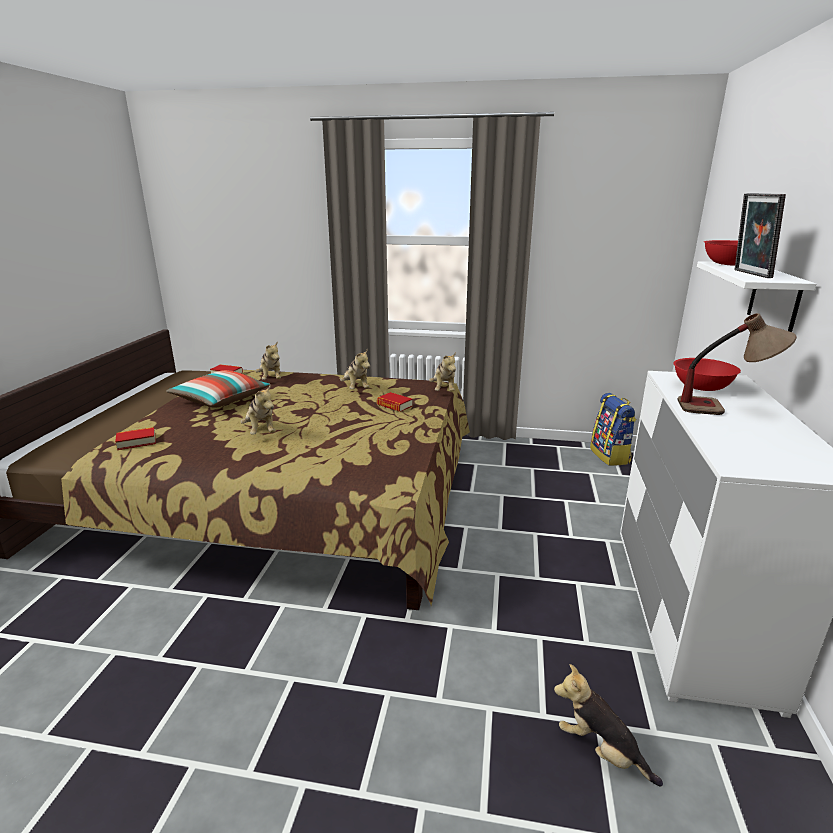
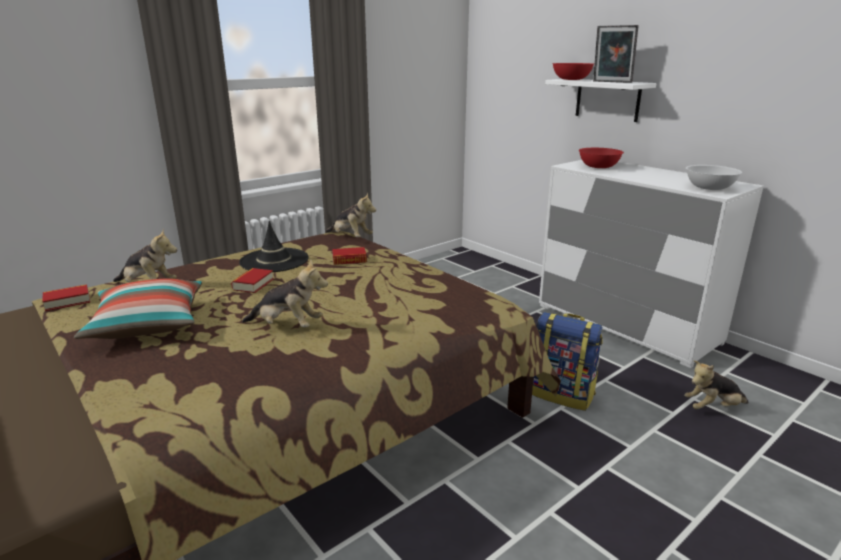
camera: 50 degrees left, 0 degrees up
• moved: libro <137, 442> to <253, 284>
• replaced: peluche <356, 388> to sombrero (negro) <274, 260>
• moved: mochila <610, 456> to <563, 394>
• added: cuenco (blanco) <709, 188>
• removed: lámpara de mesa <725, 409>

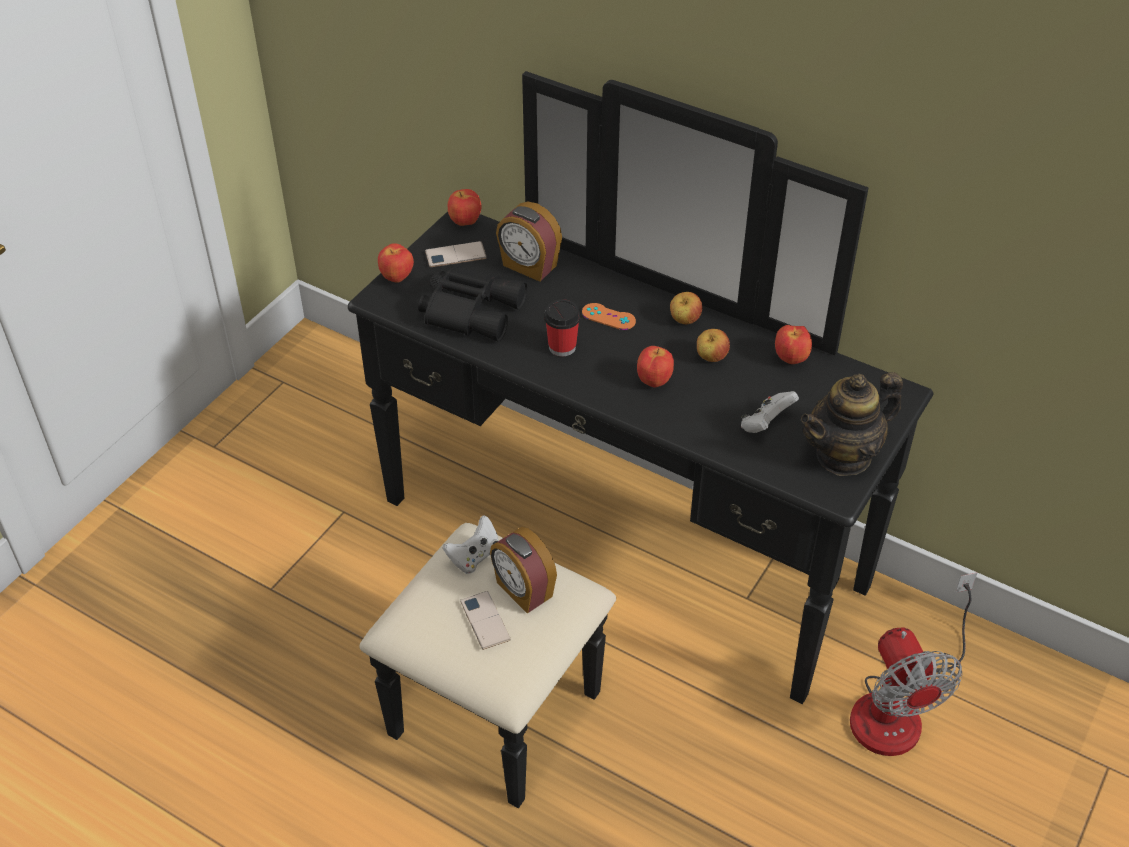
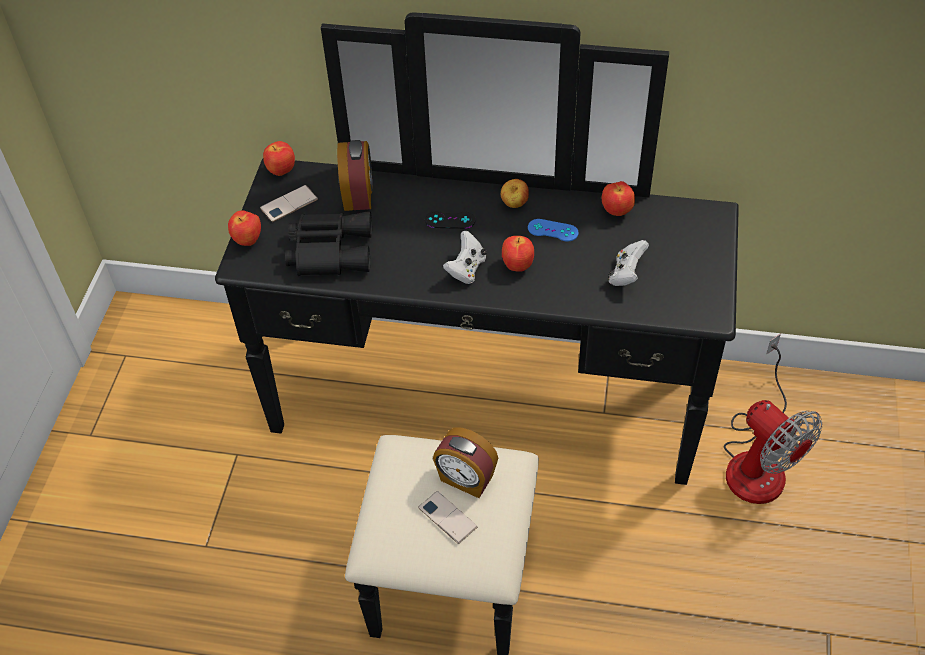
camera: 20 degrees left, 5 degrees up
• turned: despertador <529, 266> = <358, 195> 105 degrees counterclockwise
• recoloured: mando de consola (naranja) <608, 317> to mando de consola (negro) <450, 220>
• moved: mando de consola (blanco) <474, 557> to <466, 269>
• replaced: manzana <711, 358> to mando de consola (azul) <553, 230>
• removed: taza <562, 347>
• removed: tetera <843, 455>

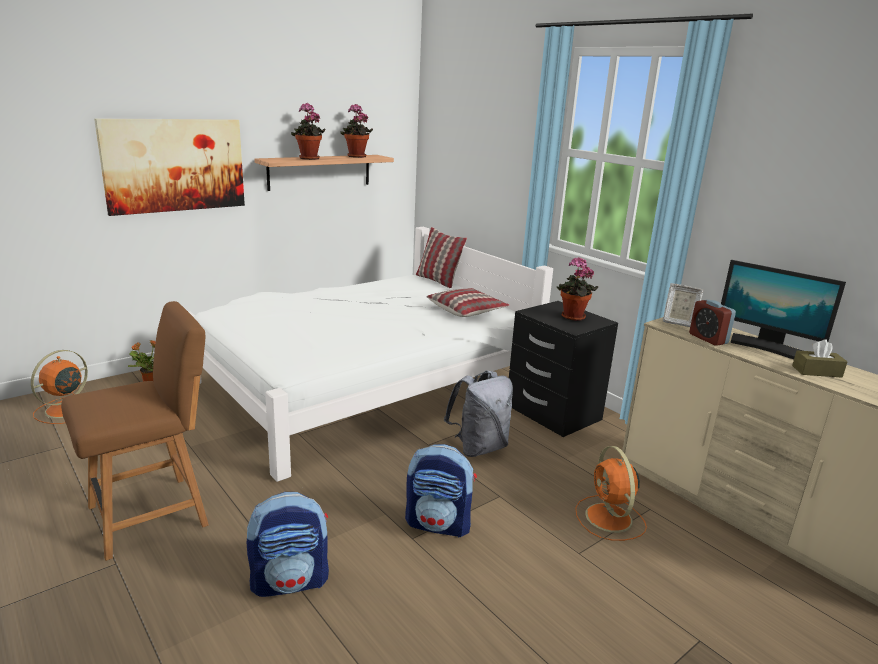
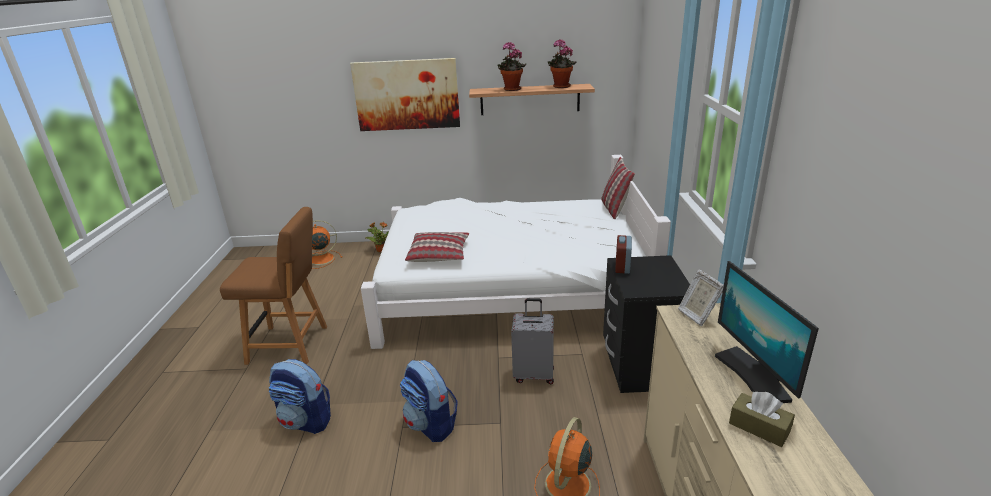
camera: 40 degrees right, 5 degrees up
• moved: cojín <467, 310> to <439, 254>
• replaced: mochila (gris) <479, 447> to maleta (gris) <534, 374>
• moved: despertador <708, 339> to <622, 267>
• removed: planta en maceta <572, 317>

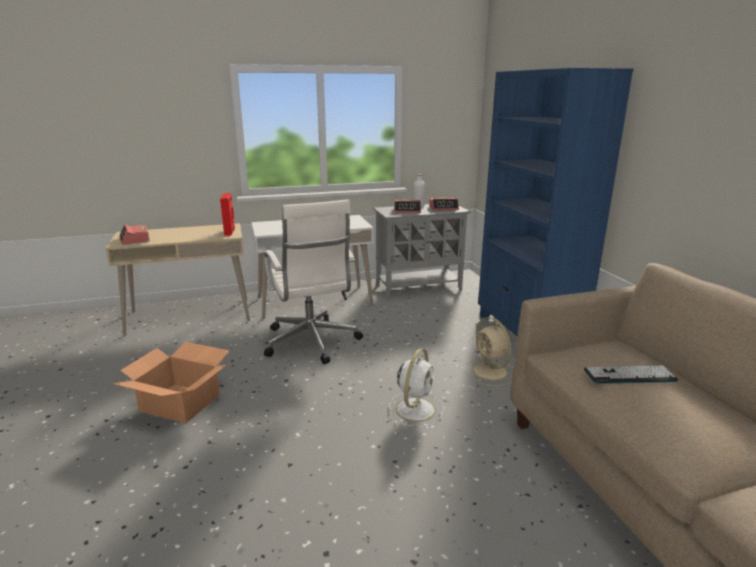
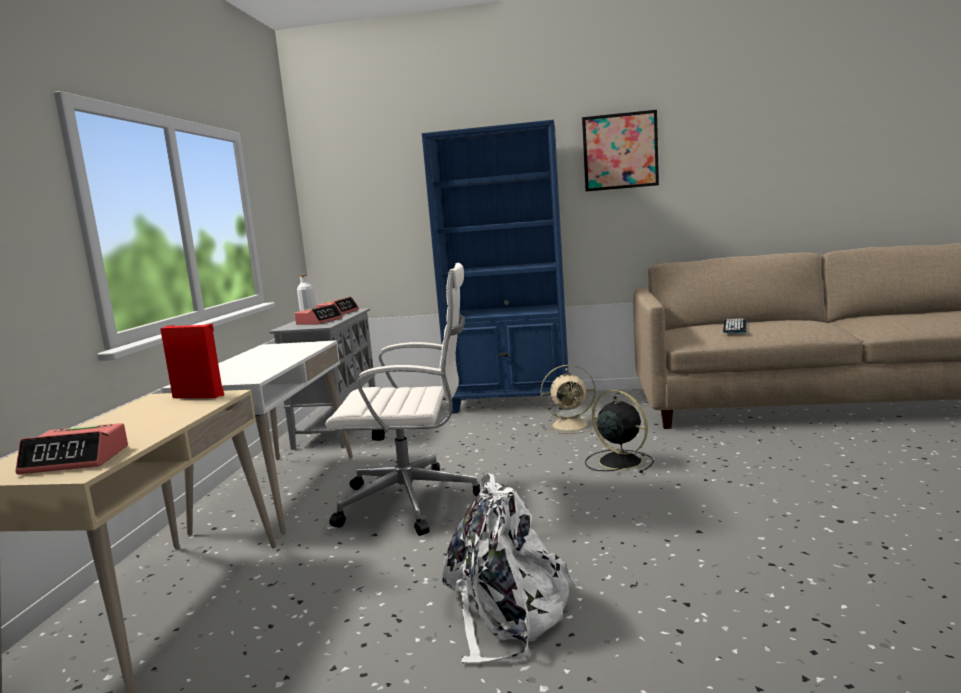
camera: 65 degrees left, 10 degrees down
• replaced: caja de cartón <180, 402> to mochila (blanco) <507, 613>
• added: cuadro <620, 151>
• recoloured: ventilador (blanco) <416, 409> to ventilador (negro) <618, 461>

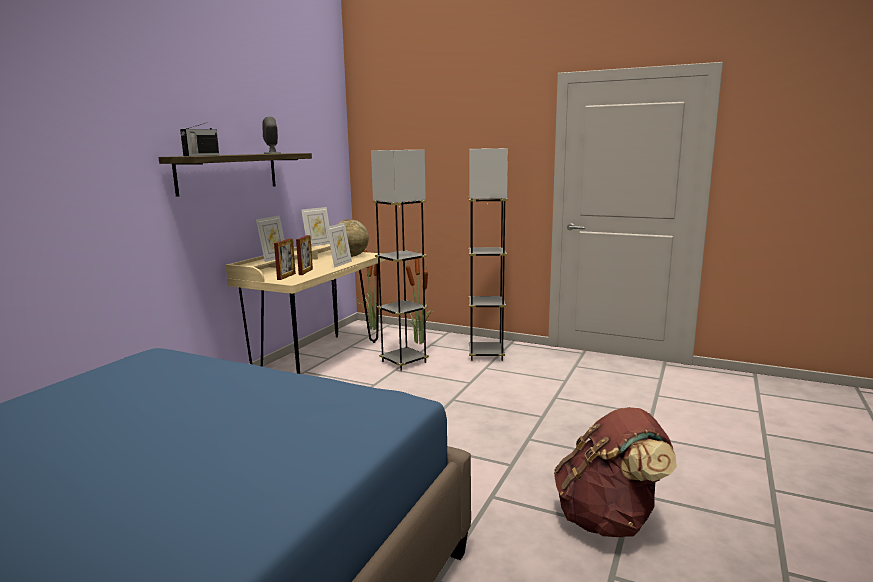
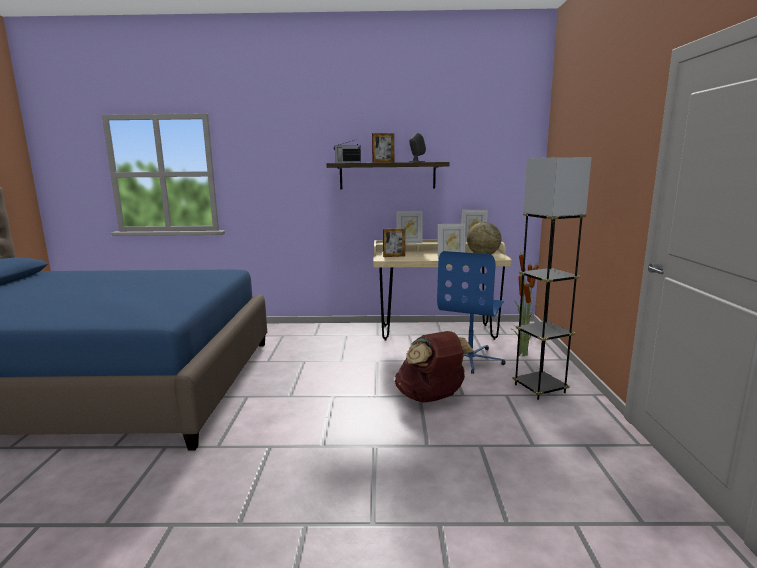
camera: 65 degrees right, 0 degrees up
• moved: portarretratos <305, 272> to <383, 162>
• moved: mochila (marrón) <609, 519> to <431, 398>
• replaced: lámpara de pie (gris) <404, 362> to silla de oficina (azul) <470, 359>

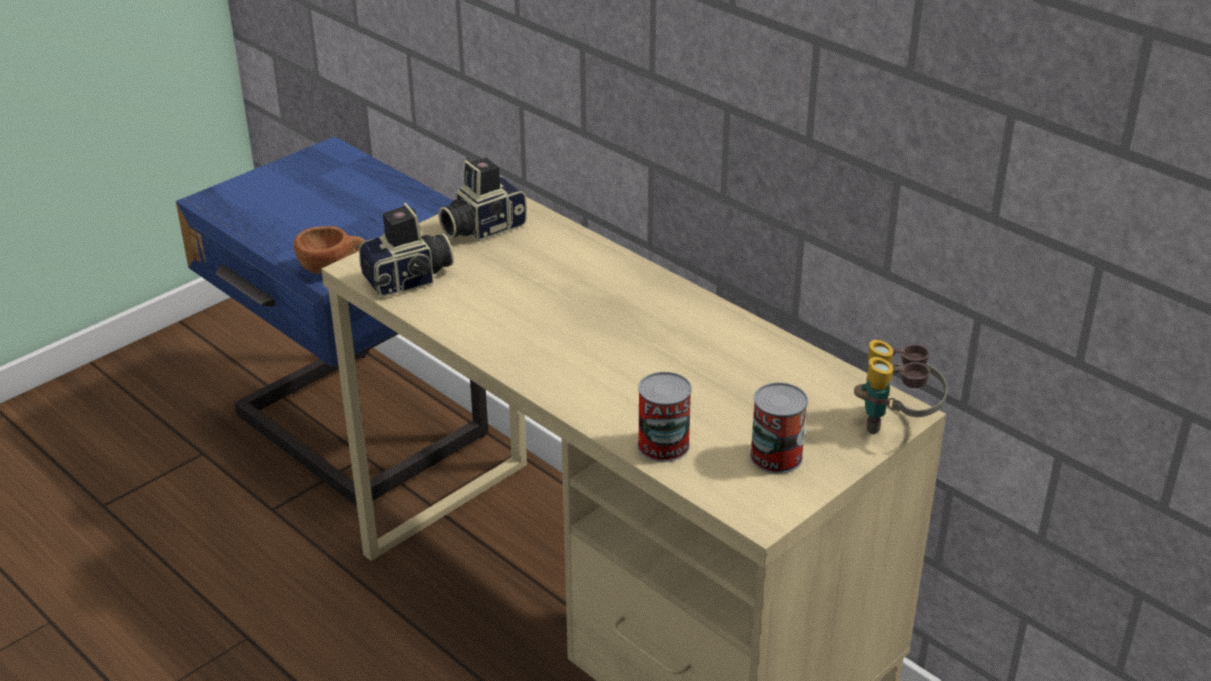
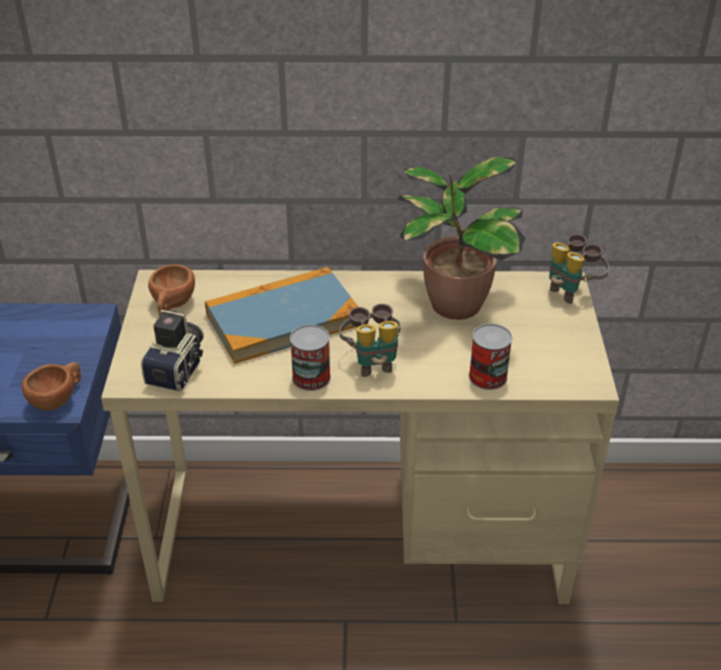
camera: 45 degrees left, 5 degrees up
• replaced: cámara <481, 227> to taza (marrón) <172, 306>
• added: libro <283, 319>
• moved: lata <776, 456> to <311, 377>
• added: prismáticos <372, 362>
• added: planta en maceta <452, 304>

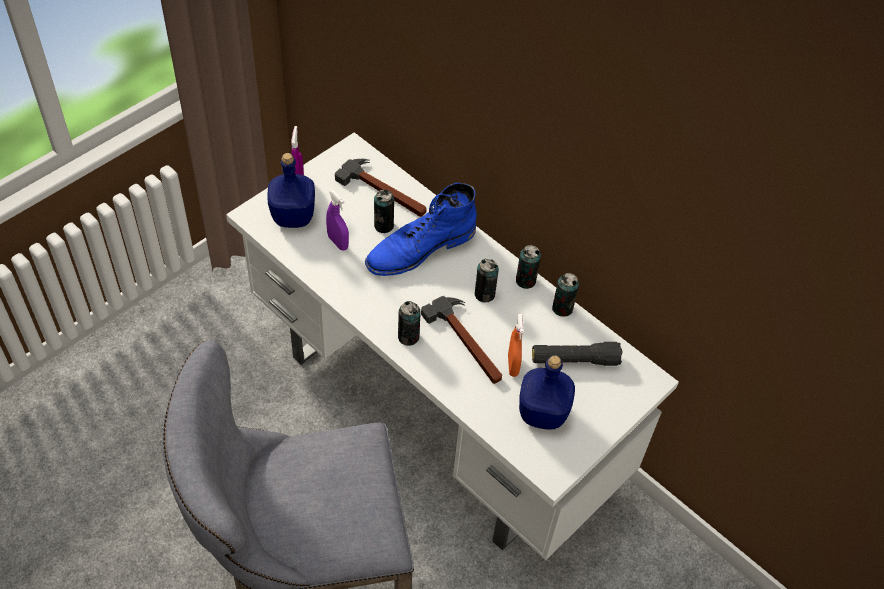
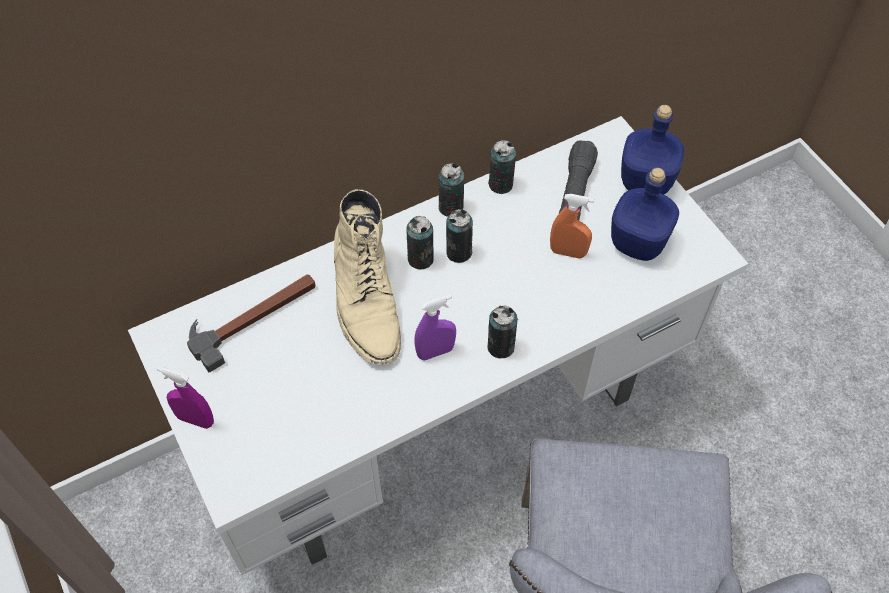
camera: 70 degrees left, 5 degrees up
• recoloured: bota (azul) <420, 249> to bota (beis) <366, 301>
• moved: lata <384, 225> to <420, 259>
• moved: pulverizador (morado) <338, 242> to <435, 352>
• moved: botella (azul) <293, 216> to <644, 182>
• removed: martillo <467, 342>

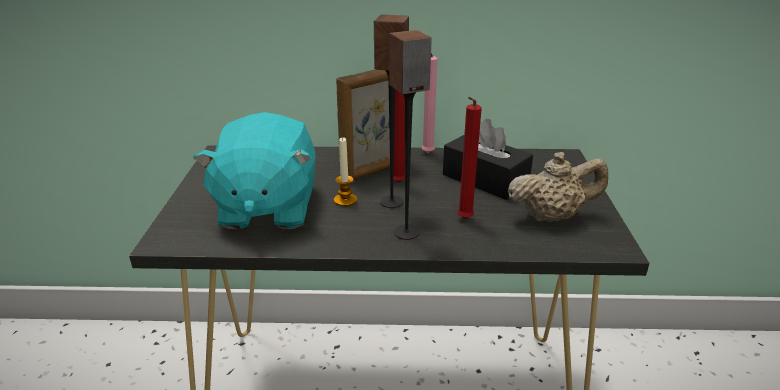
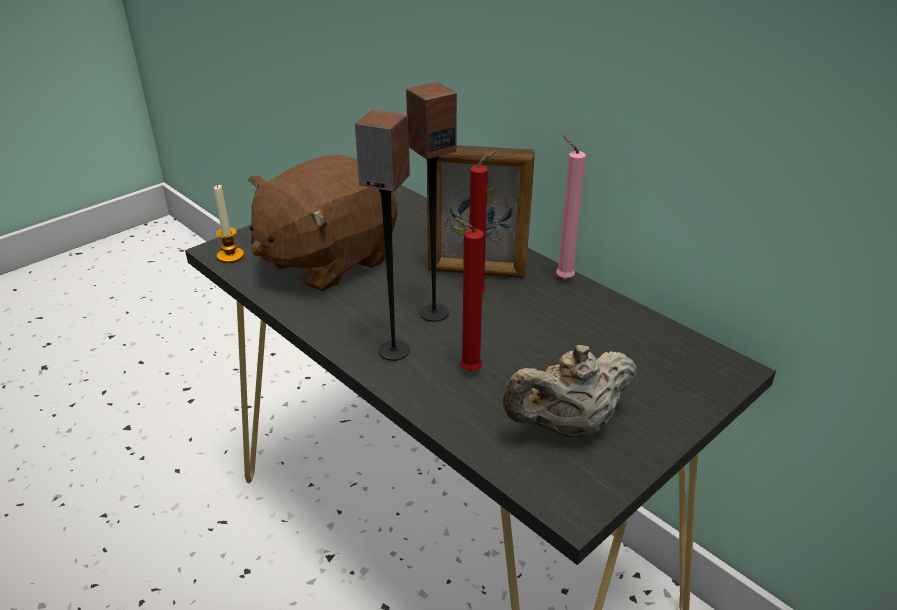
camera: 45 degrees right, 5 degrees up
• moved: vela <345, 200> to <230, 256>
• recoloured: peluche (turquesa) <267, 208> to peluche (marrón) <326, 261>
• turned: tetera (beis) <552, 216> = <568, 426> 120 degrees clockwise
• removed: caja de pañuelos (negro) <485, 179>

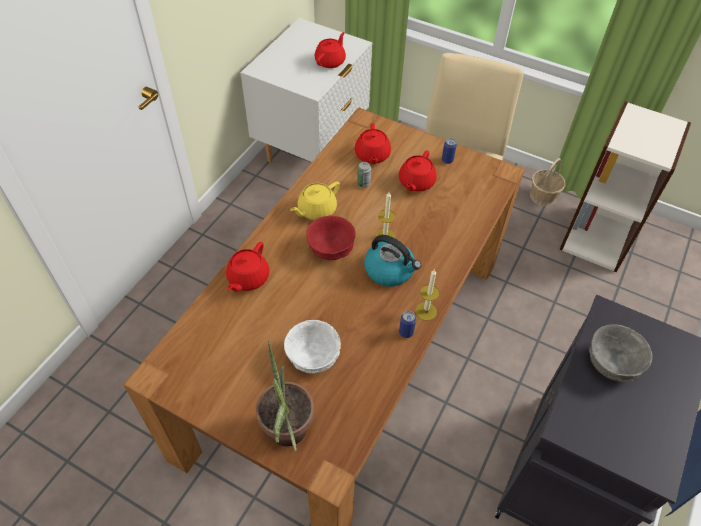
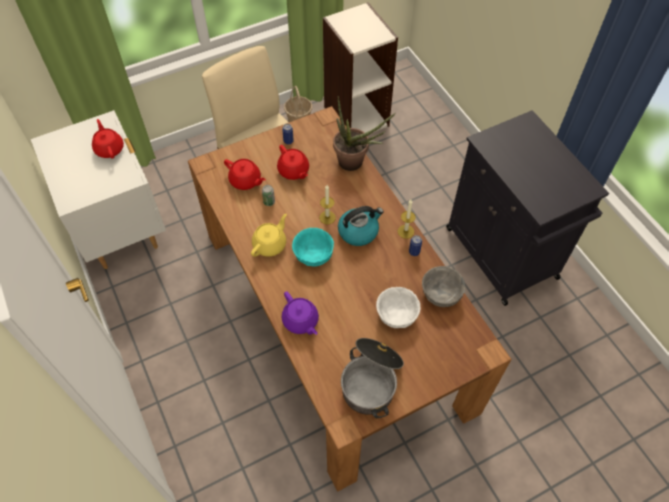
camera: 55 degrees left, 5 degrees up
• turned: tetera (amarillo) <316, 210> = <270, 244> 135 degrees counterclockwise
• recoloured: tetera (rojo) <248, 278> to tetera (morado) <300, 321>
• recoloured: cuenco (rojo) <332, 248> to cuenco (turquesa) <313, 254>
• moved: planta en maceta <287, 437> to <355, 164>
• added: olla <371, 380>
• moved: cuenco (gris) <613, 363> to <441, 294>

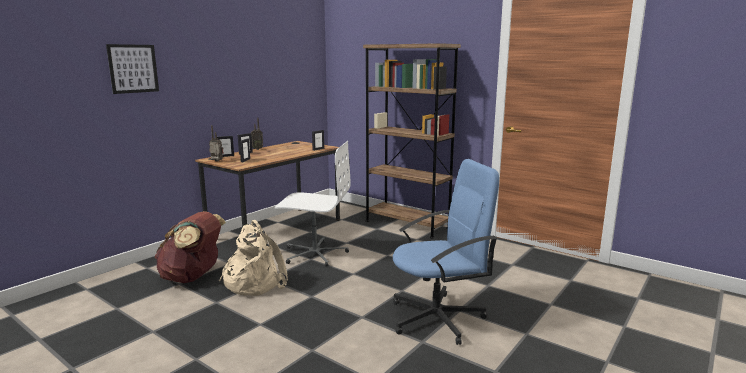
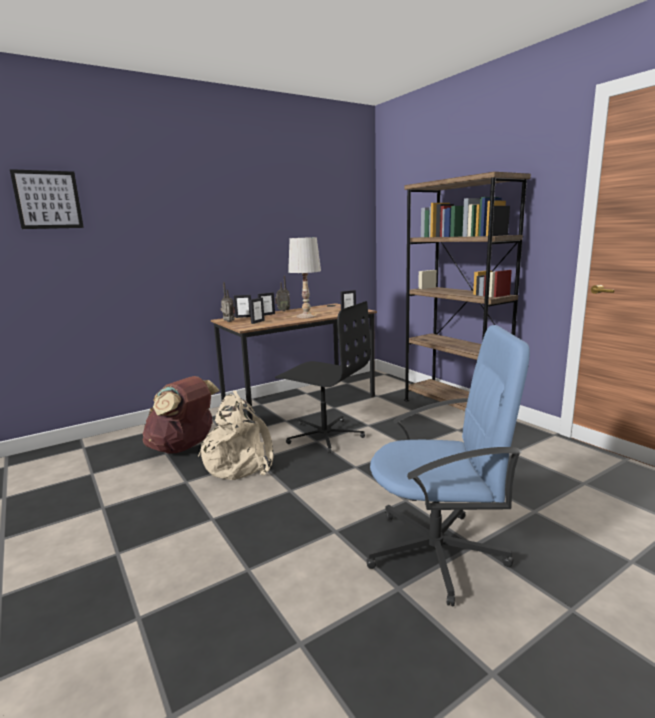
camera: 20 degrees right, 0 degrees up
• moved: cuadro <133, 68> to <48, 200>
• recoloured: silla de oficina (blanco) <314, 254> to silla de oficina (negro) <324, 435>
• added: lámpara de mesa (blanco) <306, 316>

